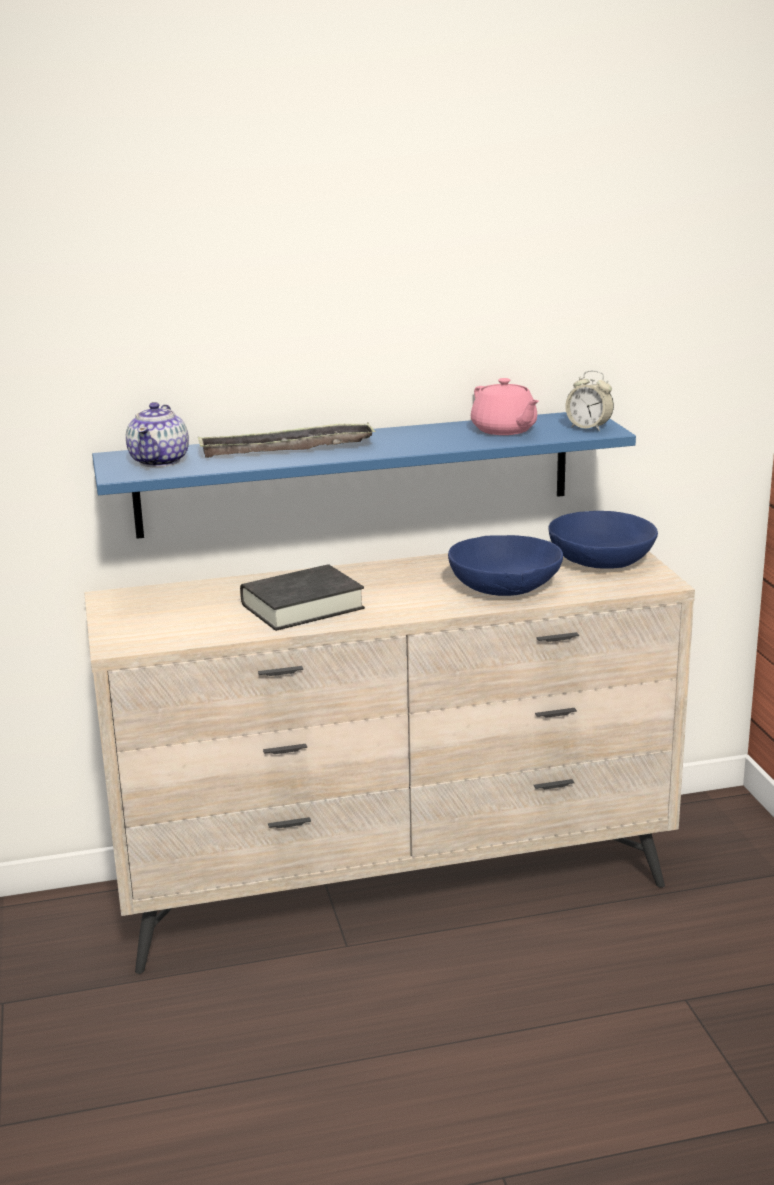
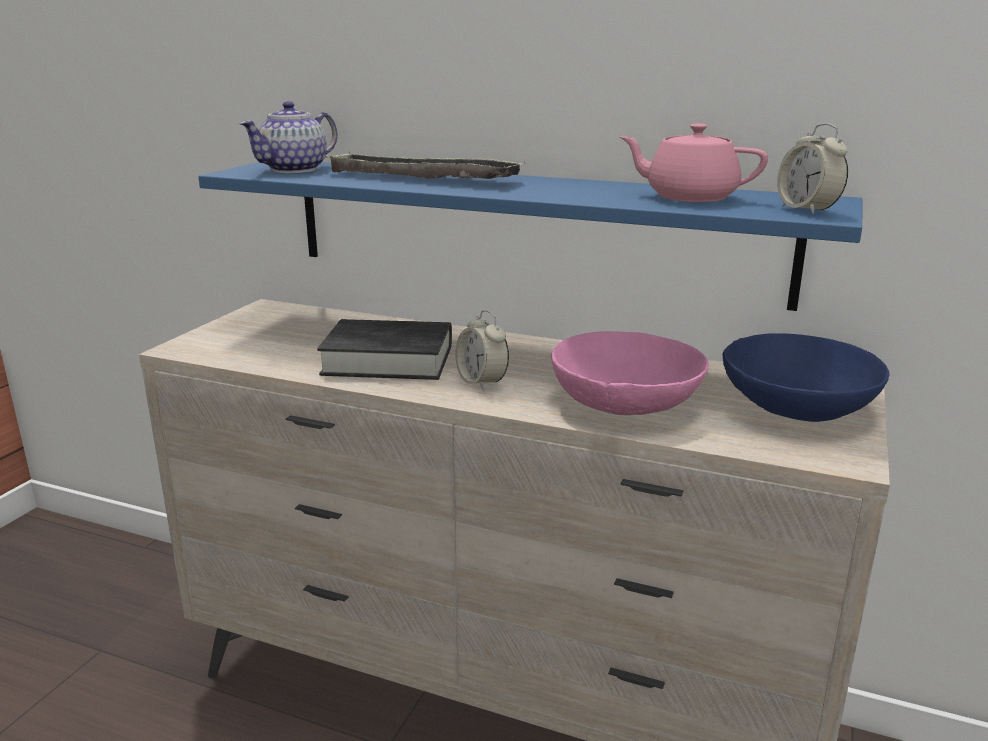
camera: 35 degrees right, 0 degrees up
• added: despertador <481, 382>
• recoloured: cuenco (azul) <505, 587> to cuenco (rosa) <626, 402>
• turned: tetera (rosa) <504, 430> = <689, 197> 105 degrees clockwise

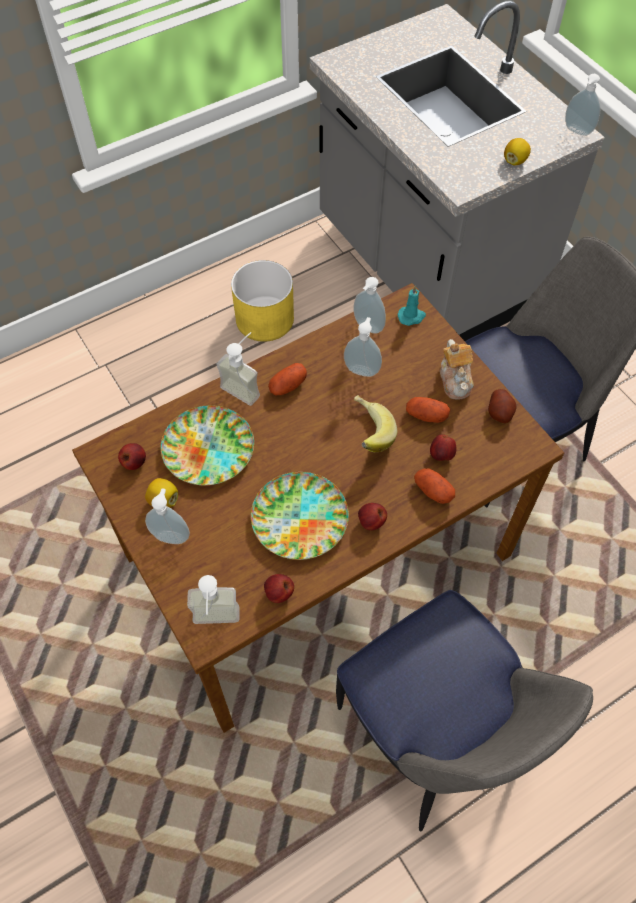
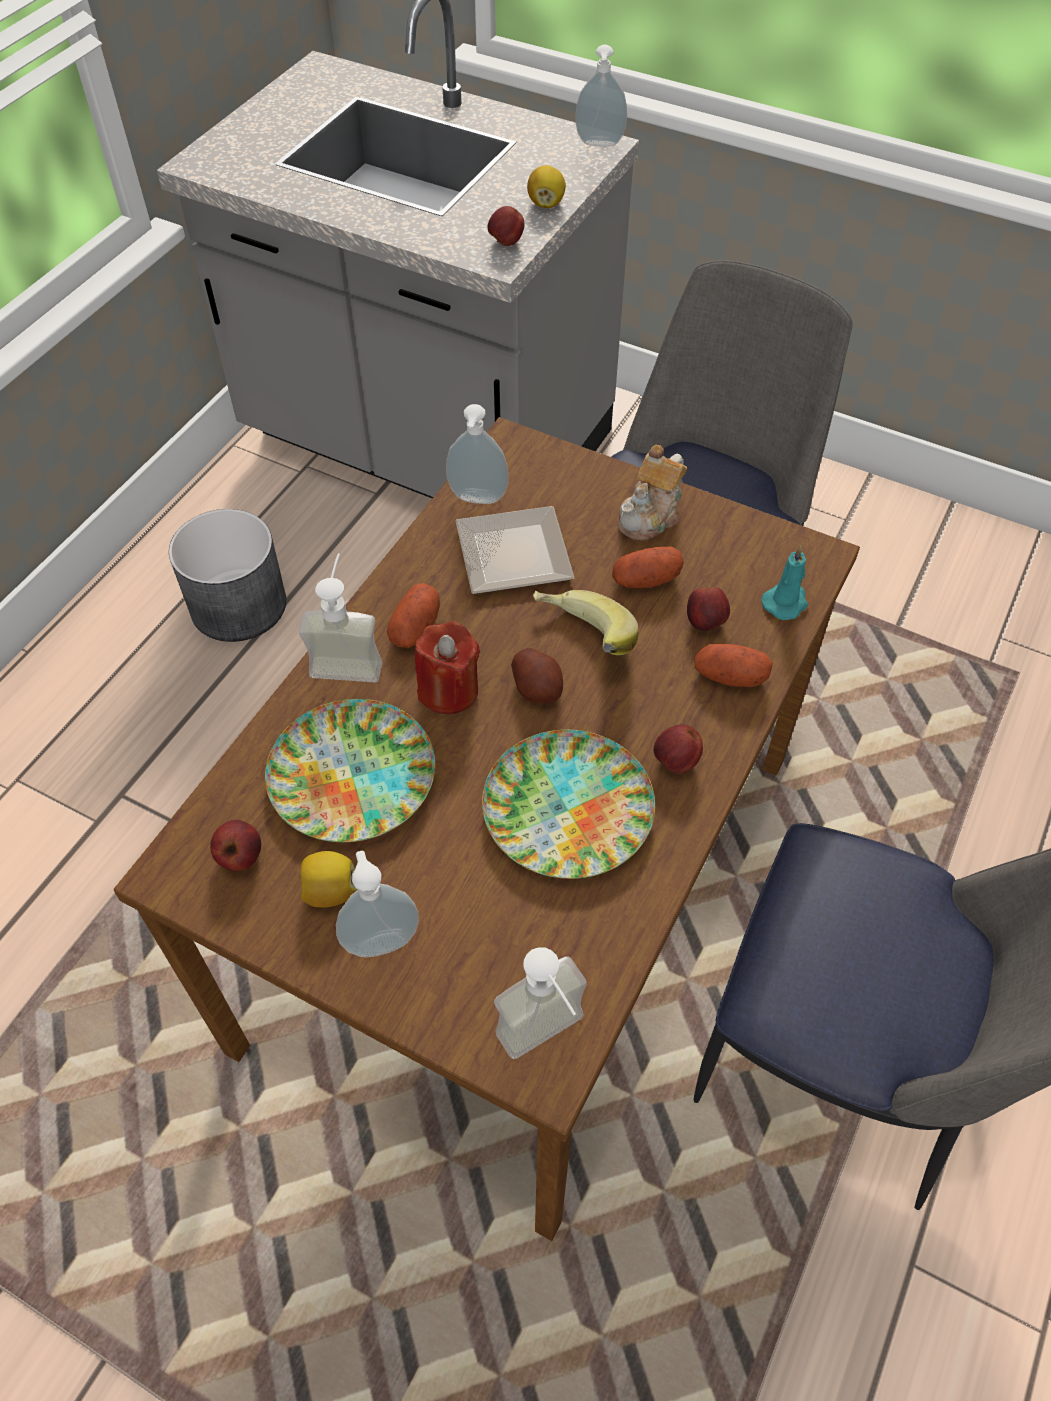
camera: 30 degrees left, 5 degrees down
• recoloured: maceta (amarillo) <264, 319> to maceta (gris) <238, 606>
• added: vela (rojo) <448, 690>
• replaced: dispensador de jabón <362, 369> to plato <510, 558>
• moved: manzana <279, 593> to <506, 243>
• moved: patata <500, 412> to <537, 688>
• turned: tetera <455, 380> = <651, 516> 75 degrees clockwise
• moved: vela (turquesa) <411, 316> to <786, 602>

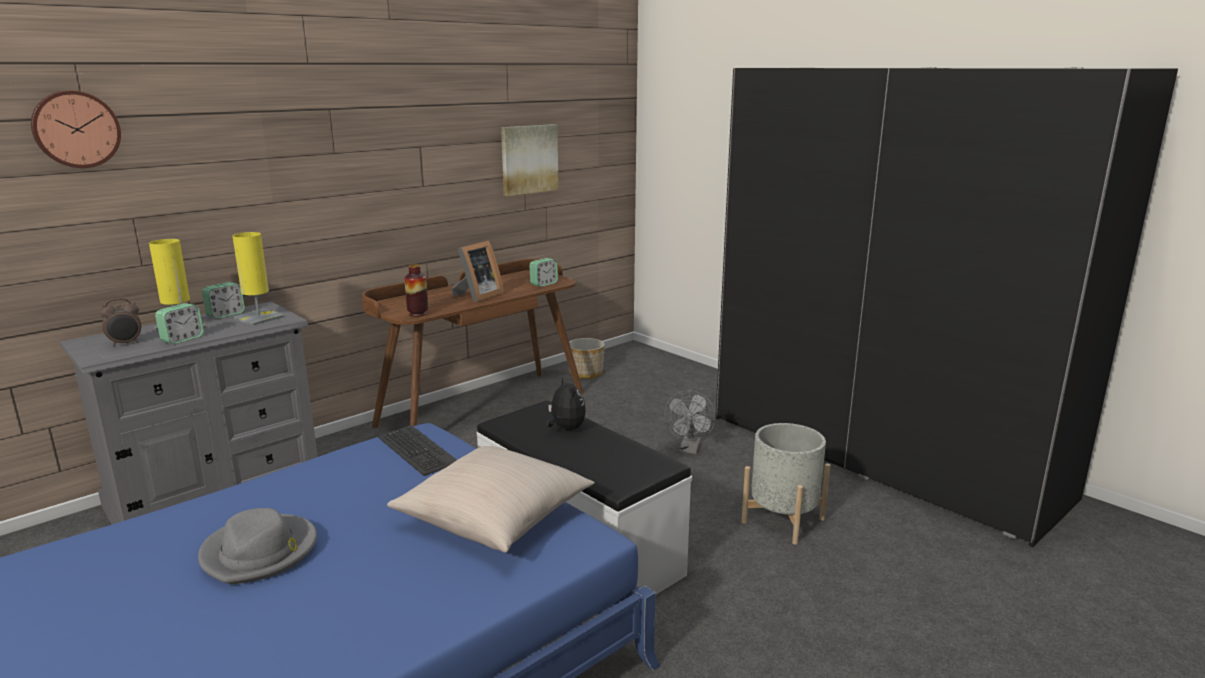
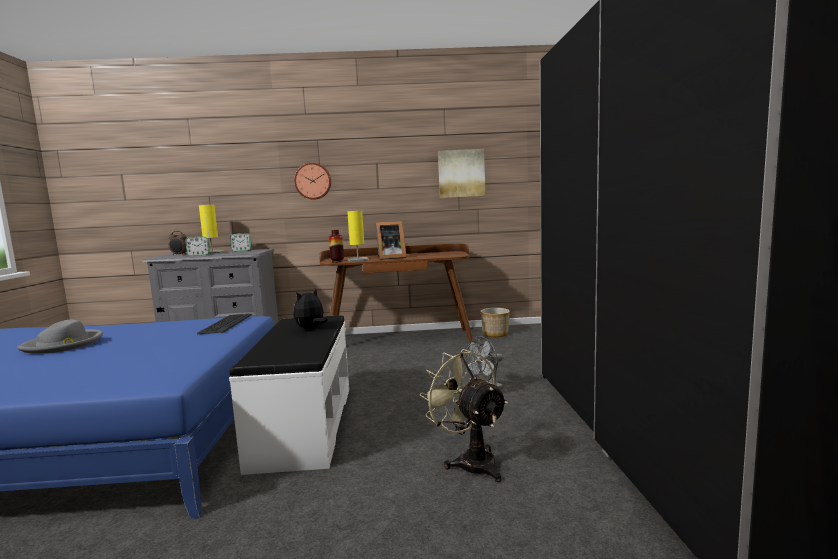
camera: 40 degrees right, 10 degrees down
• turned: peluche <566, 429> = <311, 328> 150 degrees counterclockwise
• moved: reloj de pared <76, 129> to <313, 181>
• moved: lámpara de mesa (amarillo) <259, 318> to <358, 259>
• replaced: maceta (gris) <783, 520> to ventilador (beis) <470, 461>
• removed: cojín (beis) <494, 518>
• removed: despertador <544, 284>

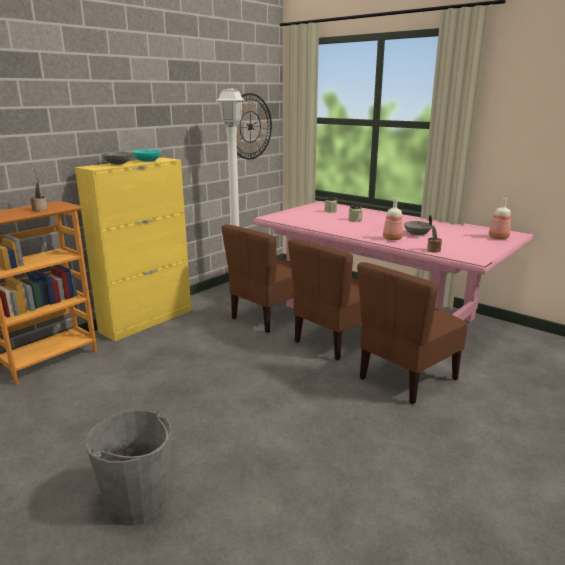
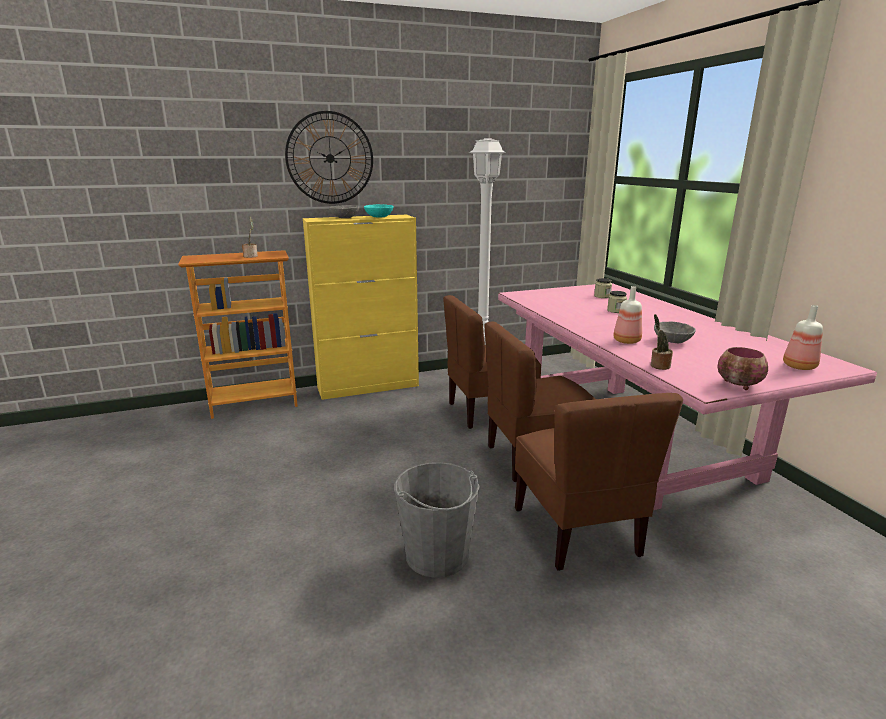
camera: 30 degrees right, 0 degrees up
• moved: reloj de pared <250, 126> to <330, 158>
• moved: cubo (gris) <138, 501> to <437, 555>
• turned: silla (marrón) <406, 378> = <578, 531> 90 degrees counterclockwise
• added: cuenco <739, 385>

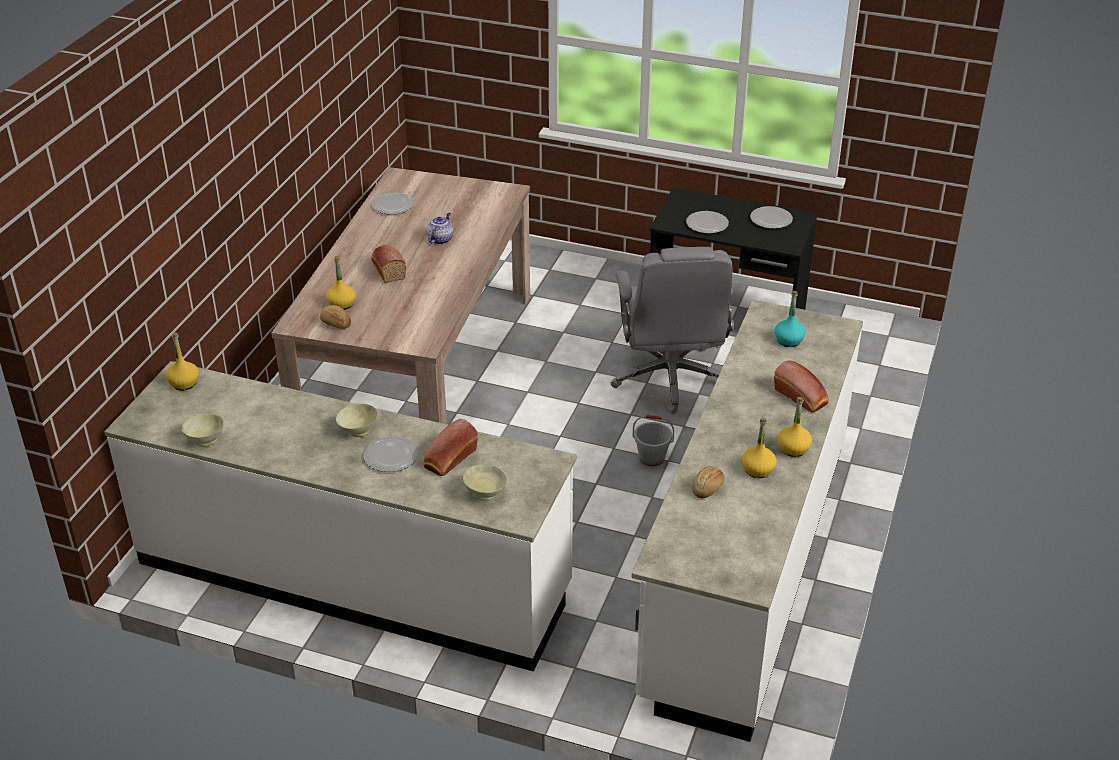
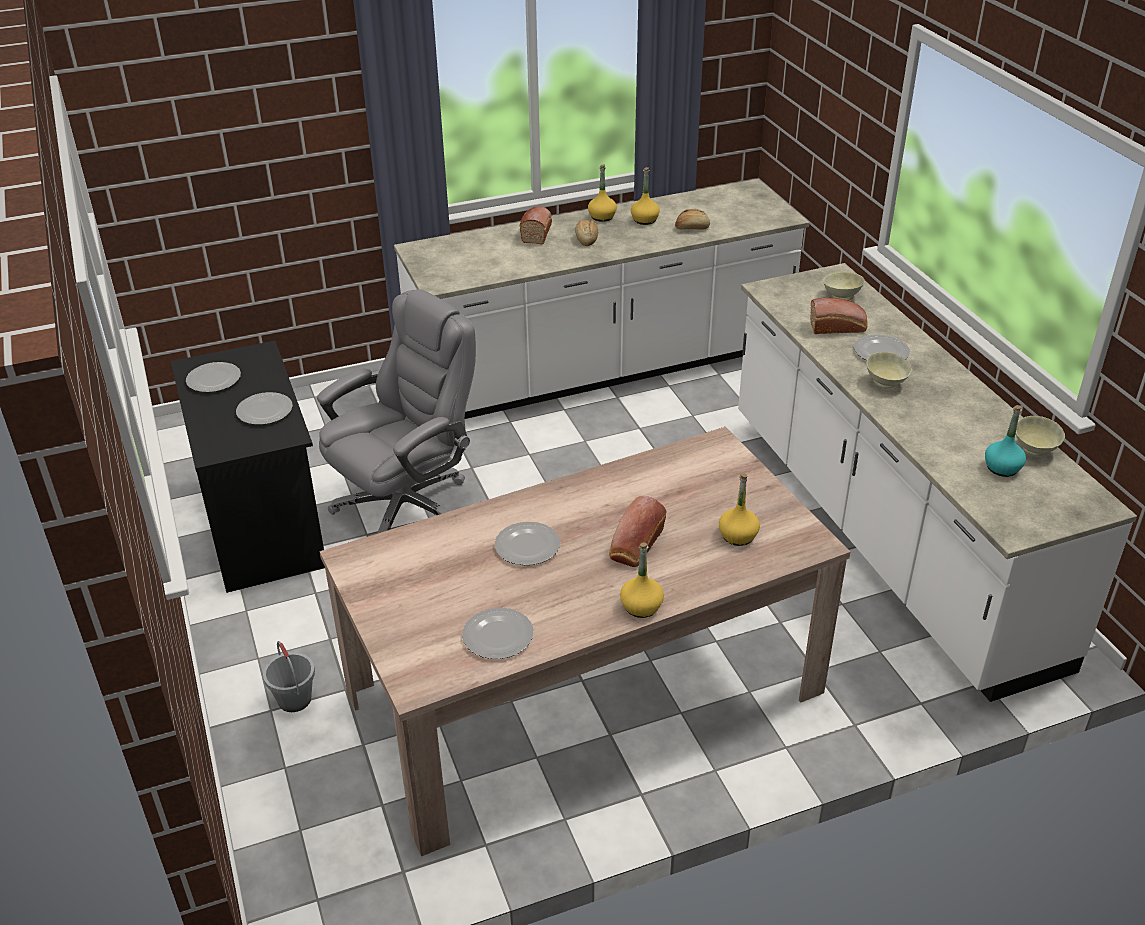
camera: 130 degrees left, 0 degrees up
• moved: cubo (gris) <652, 458> to <294, 699>
• replaced: tetera <440, 239> to plato <527, 546>
• moved: pan <335, 324> to <586, 239>
• moved: botella (amarillo) <184, 383> to <641, 606>
• moved: botella (turquesa) <788, 340> to <1002, 468>

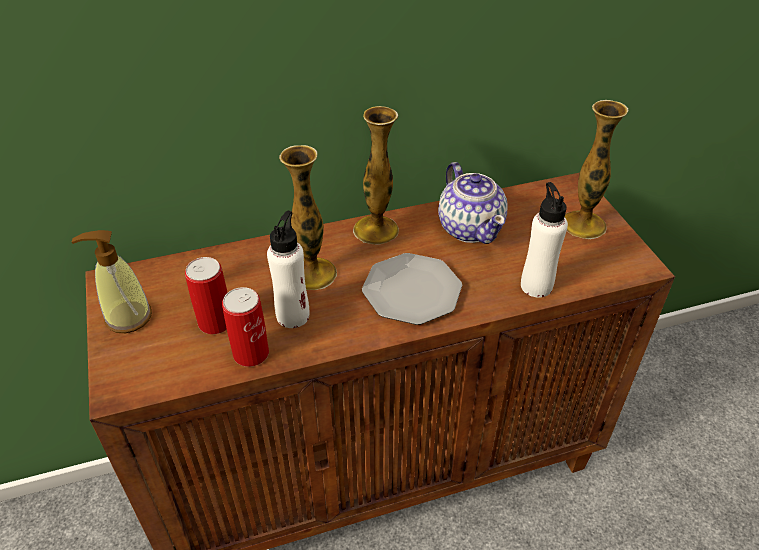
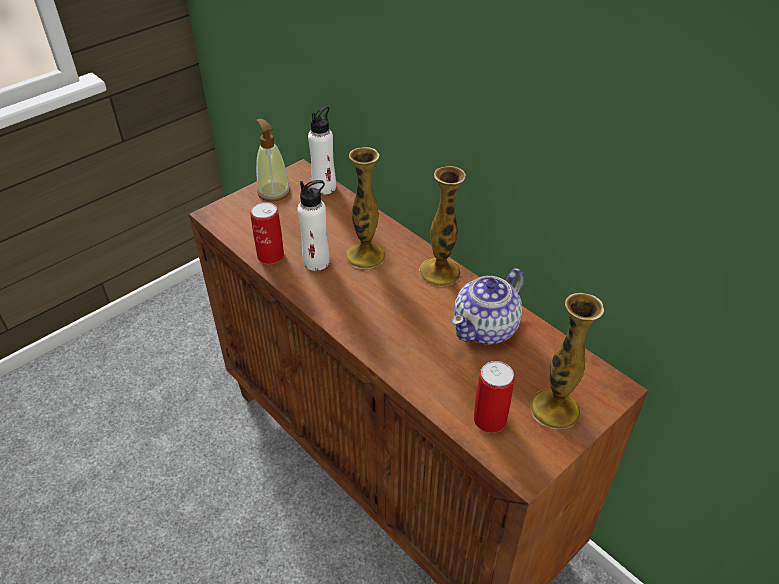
camera: 65 degrees right, 0 degrees up
• moved: botella (blanco) <536, 286> to <324, 187>
• moved: lata <215, 322> to <490, 419>
• removed: plato <411, 290>

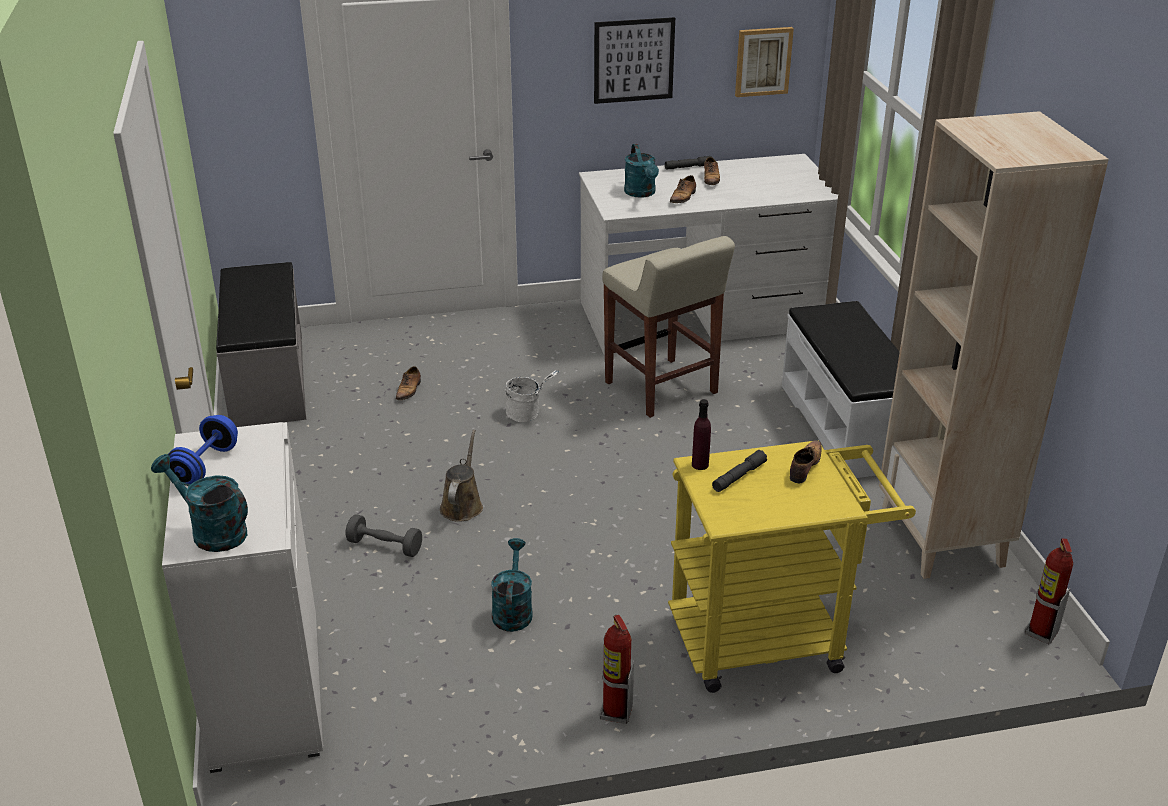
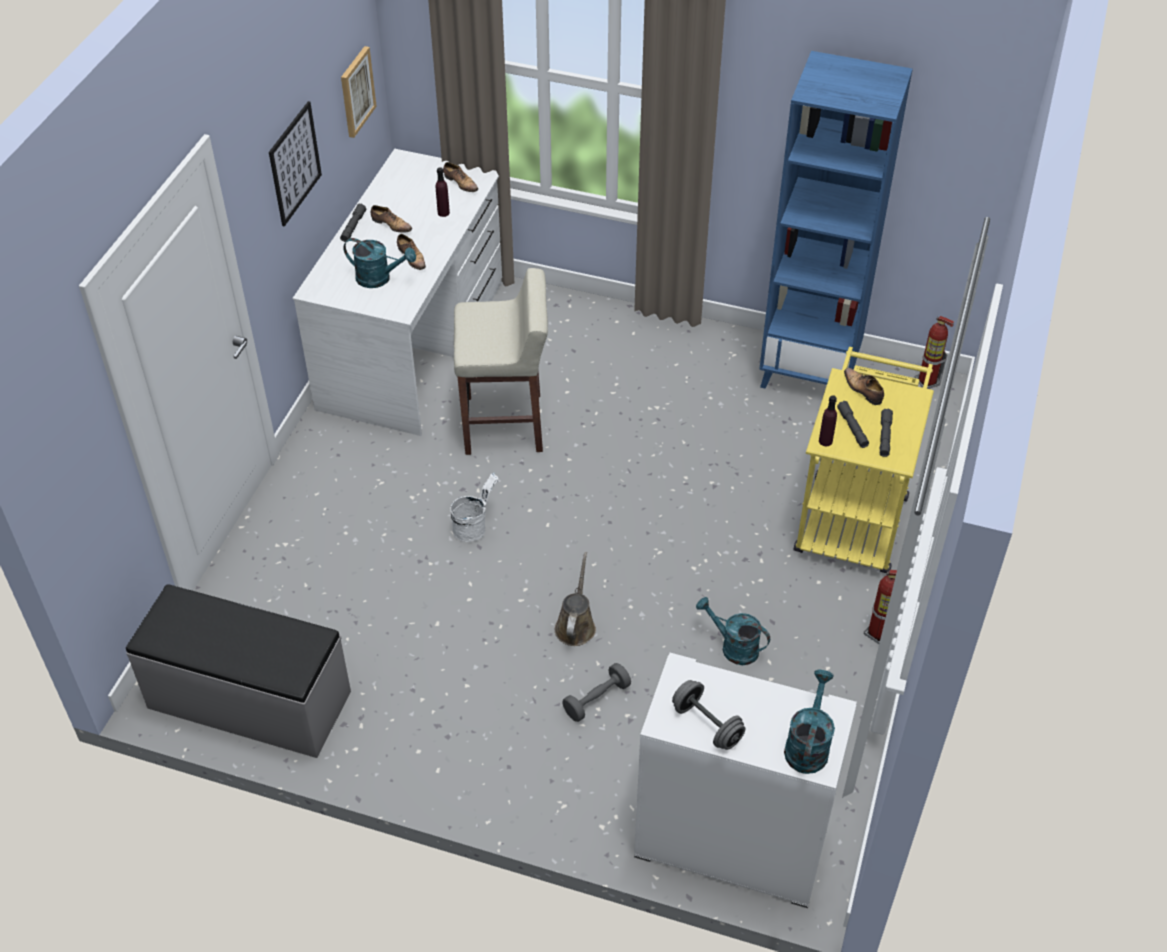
camera: 60 degrees left, 15 degrees up
• added: botella (morado) <443, 213>
• moved: zapato <409, 390> to <460, 183>
• turned: regadera (marrón) <462, 505> = <575, 625> 60 degrees clockwise
• recoloured: mancuerna (azul) <205, 466> to mancuerna (gris) <707, 725>
• recoloured: estantería (beis) <942, 540> to estantería (azul) <809, 373>
• turned: regadera (turquesa) <211, 531> = <807, 744> 135 degrees clockwise
• added: linterna (gris) <885, 436>
• removed: banco (blanco) <846, 426>

